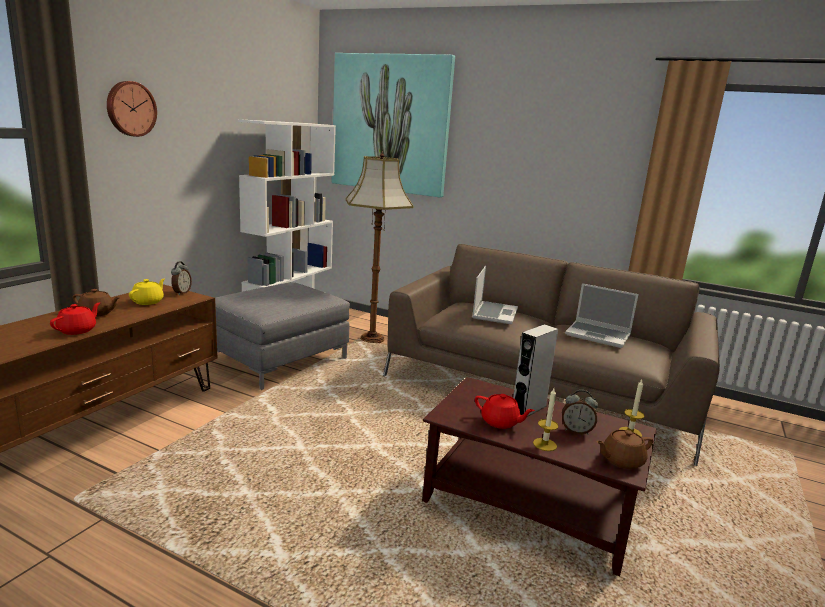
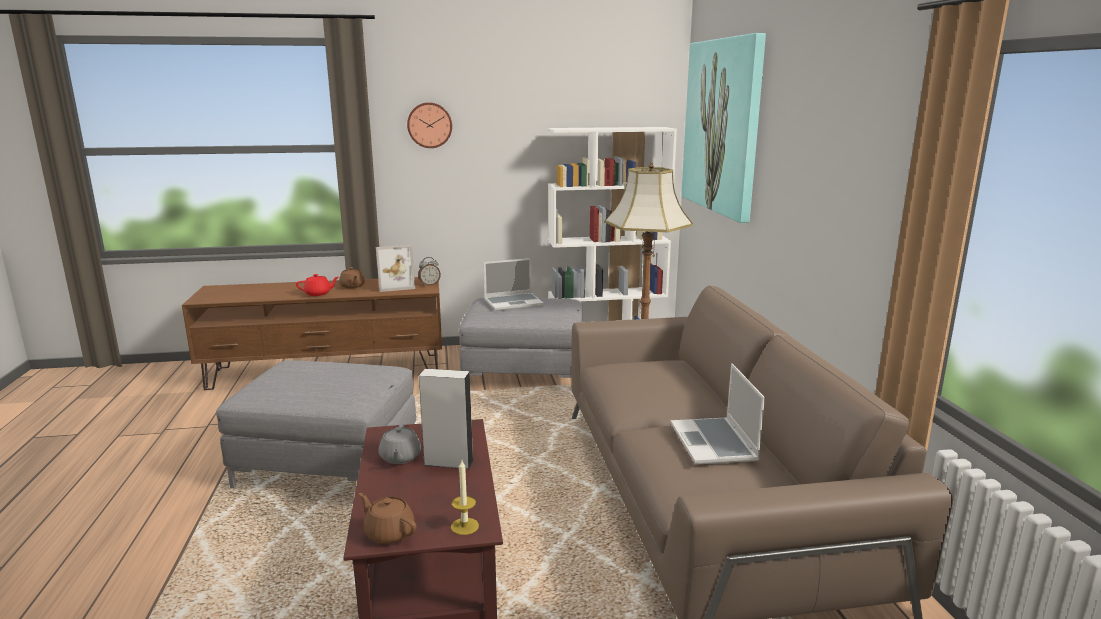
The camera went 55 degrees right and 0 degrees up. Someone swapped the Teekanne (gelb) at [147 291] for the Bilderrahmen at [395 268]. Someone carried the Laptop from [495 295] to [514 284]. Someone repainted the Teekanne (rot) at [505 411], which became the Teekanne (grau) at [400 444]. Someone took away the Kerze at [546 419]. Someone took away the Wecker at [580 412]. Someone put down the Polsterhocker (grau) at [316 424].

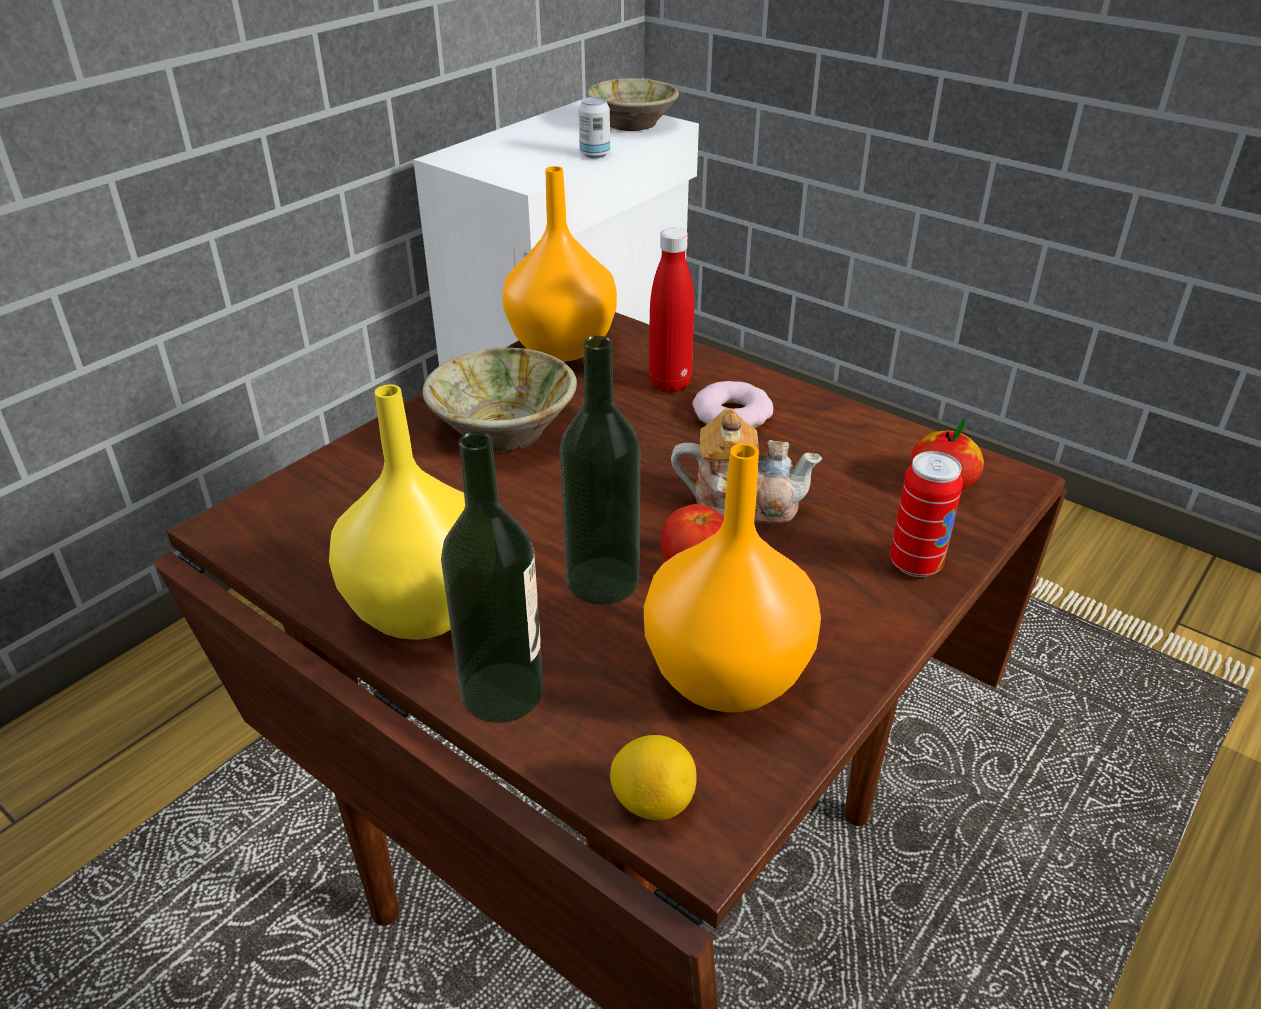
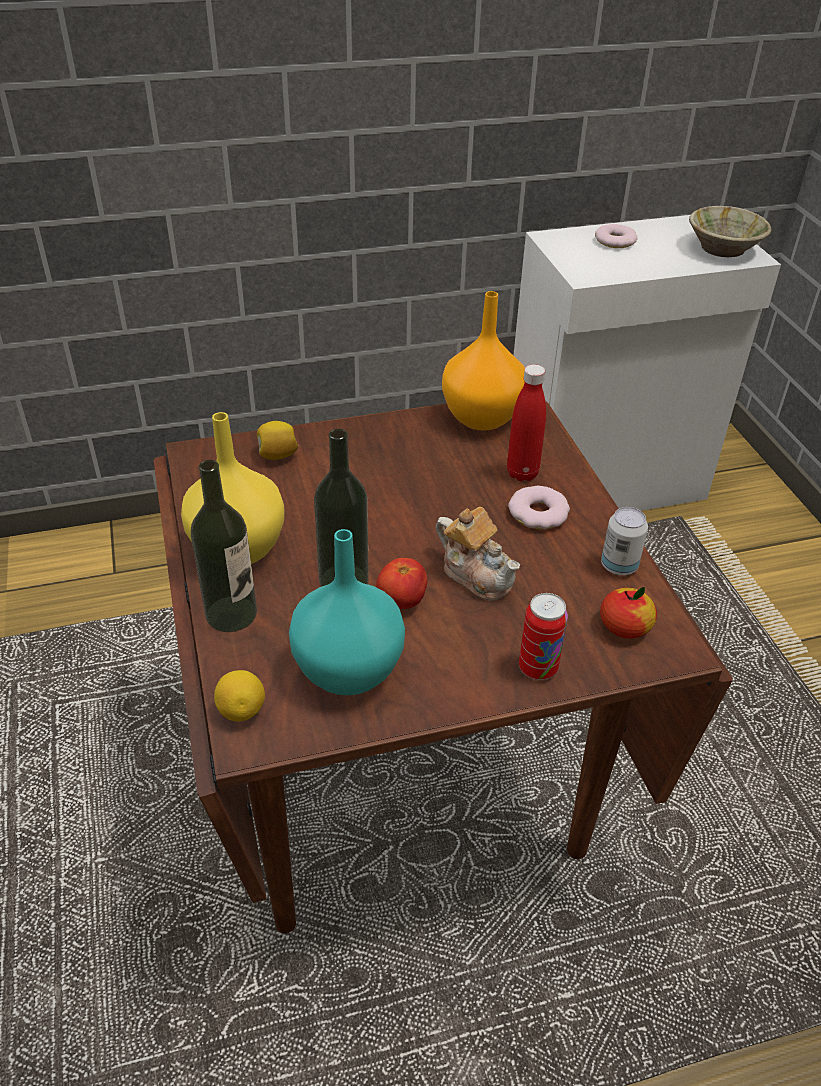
The camera went 35 degrees right and 5 degrees up. Someone took away the Schüssel (beige) at [499 400]. Someone carried the Dose from [594 128] to [624 541]. Someone repainted the Vase (orange) at [732 578], which became the Vase (türkis) at [347 612]. Someone put down the Zitrone at [278 440]. Someone put down the Donut at [616 236].

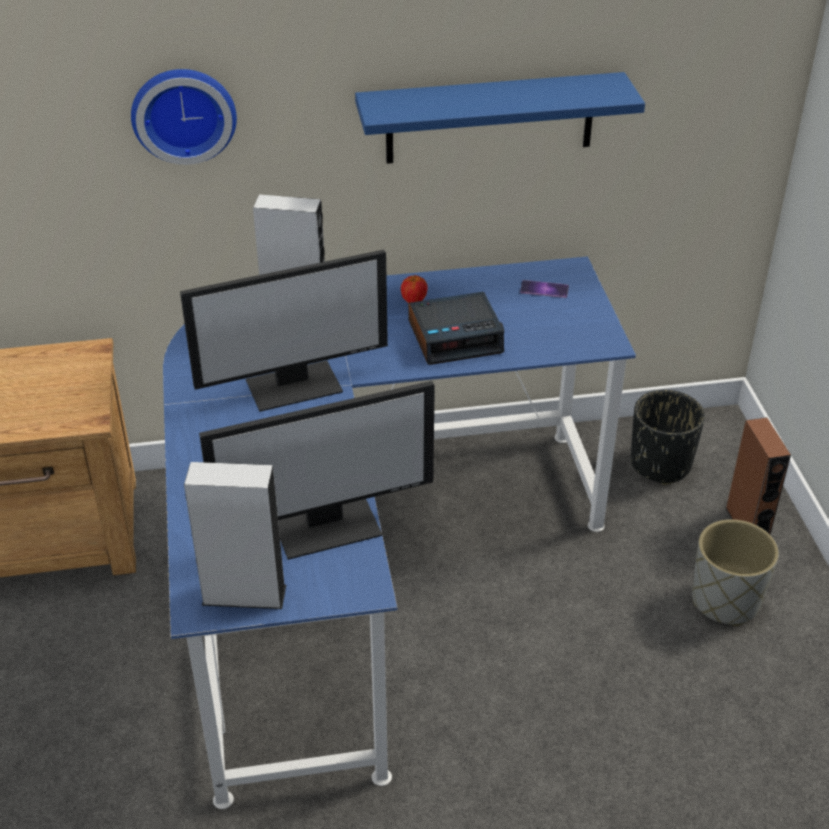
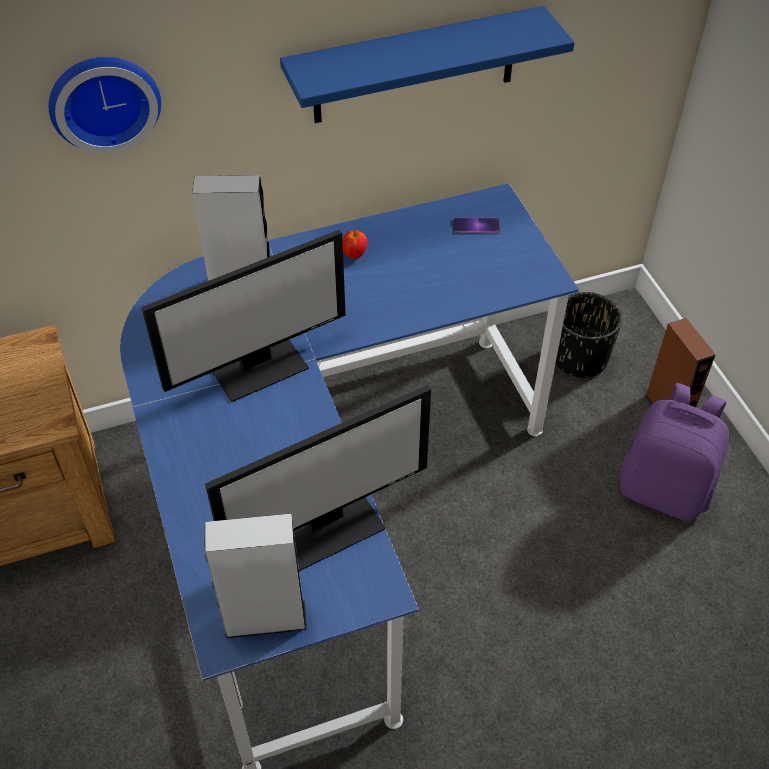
The camera went 10 degrees left and 10 degrees up. Someone took away the Wecker at [456 328]. Someone swapped the Pflanzkübel (grau) at [735 572] for the Rucksack (lila) at [674 452].

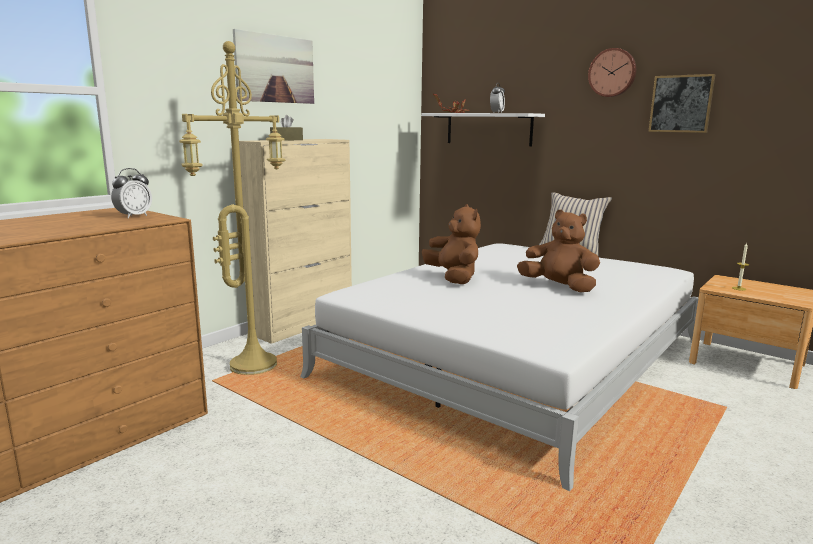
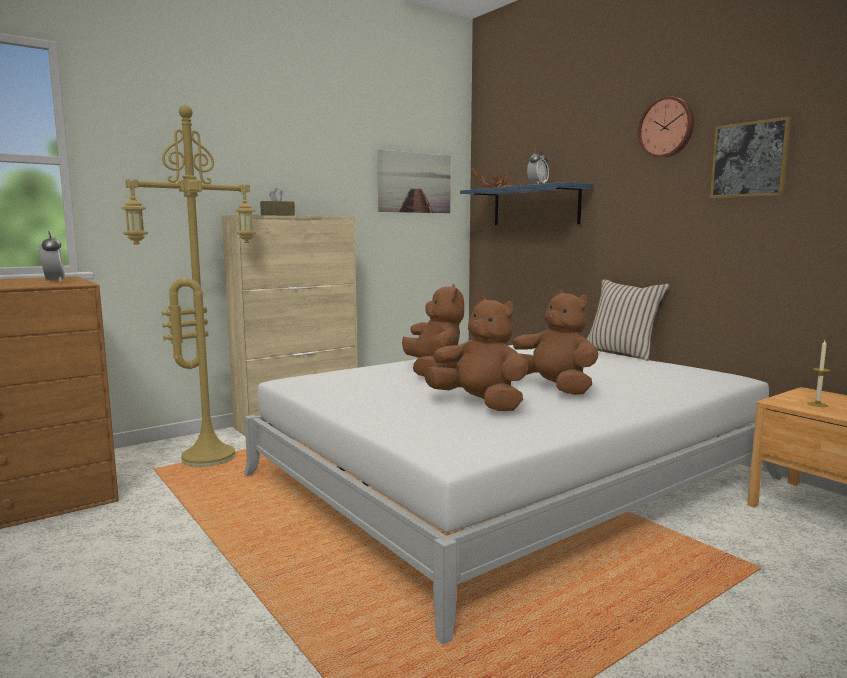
The camera went 15 degrees right and 5 degrees down. Someone rotated the Wecker at [131 193] by 75 degrees counterclockwise. Someone carried the Bild from [273 66] to [414 181]. Someone repainted the Wandregal (weiß) at [483 129], which became the Wandregal (blau) at [527 203]. Someone put down the Plüschtier (braun) at [476 354].

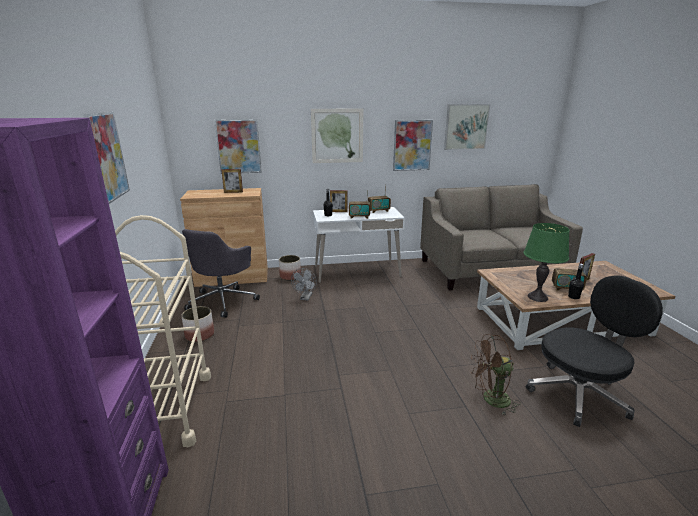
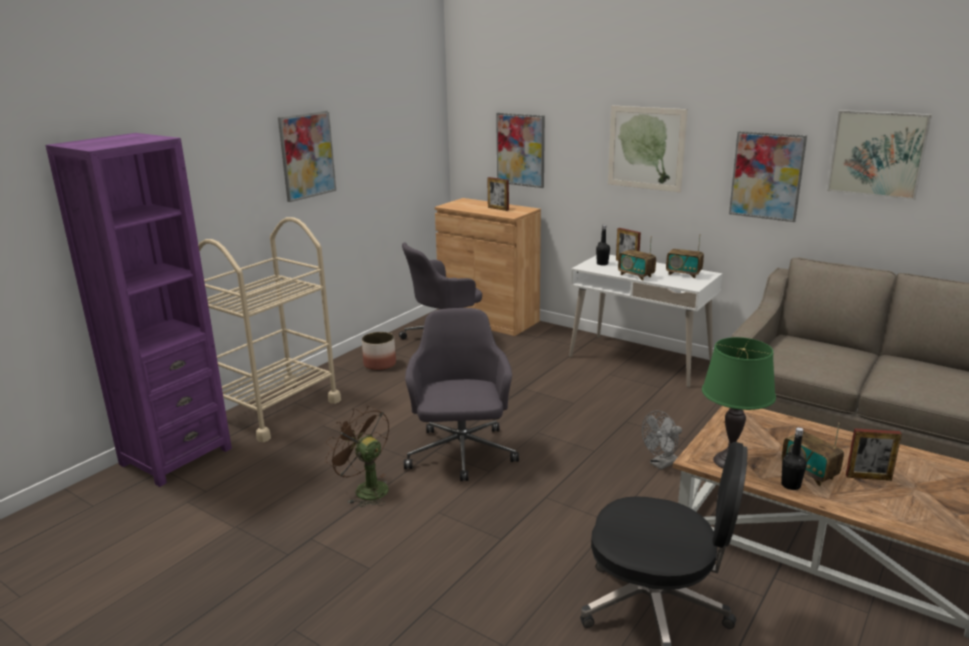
The camera went 45 degrees right and 0 degrees up. Someone took away the Pflanzkübel at [290 267]. Someone carried the Ventilator (grau) from [304 284] to [662 440]. Someone carried the Ventilator (braun) from [496 374] to [357 456]. Someone put down the Bürostuhl (grau) at [461 394].

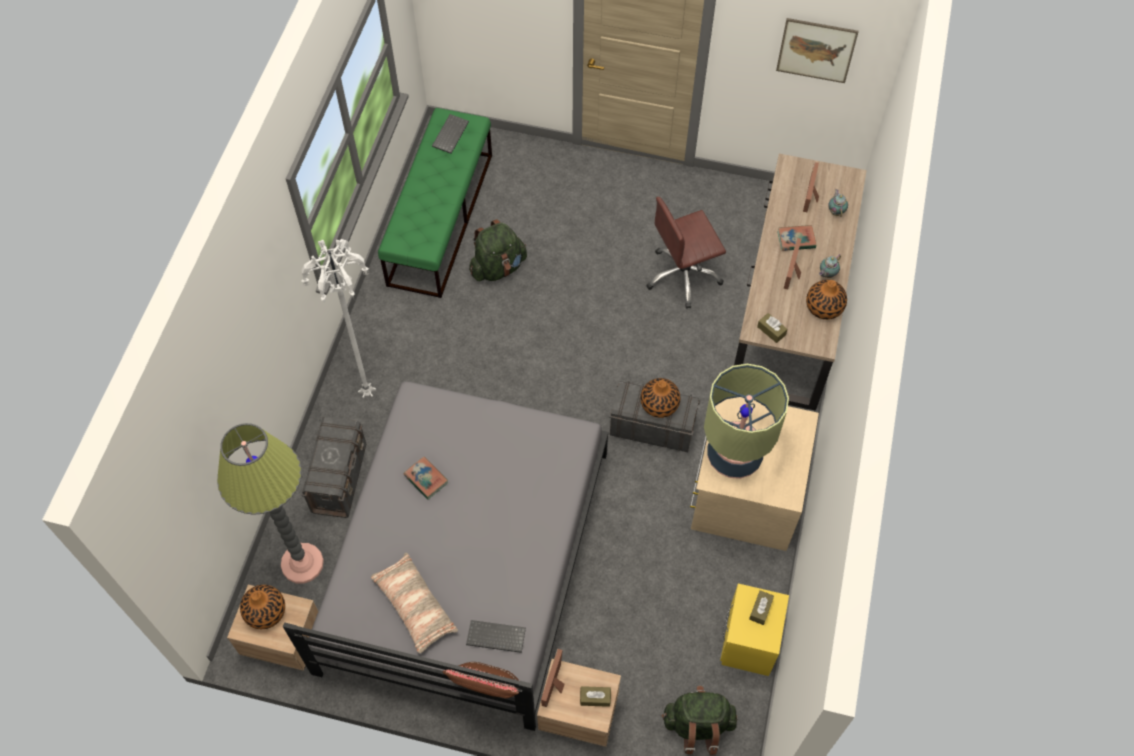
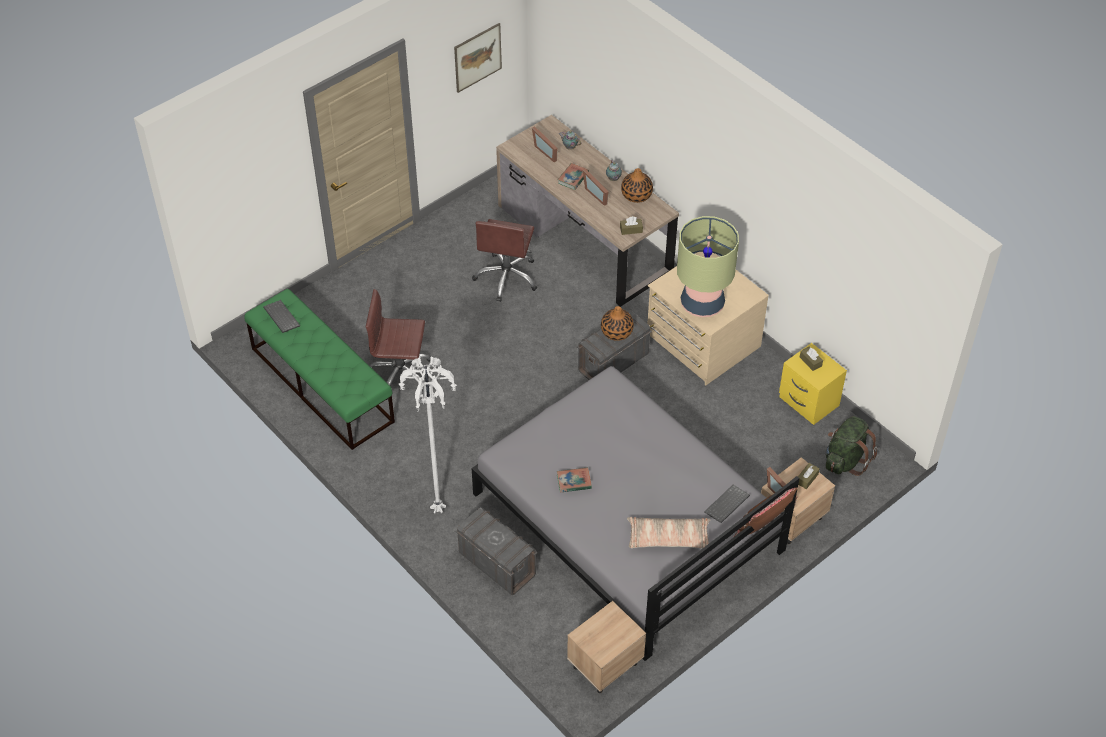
The camera went 55 degrees left and 10 degrees down. Someone took away the Stehlampe at [270 503]. Someone took away the Vase at [262 607]. Someone swapped the Rucksack (grün) at [498 250] for the Bürostuhl (braun) at [398 340].

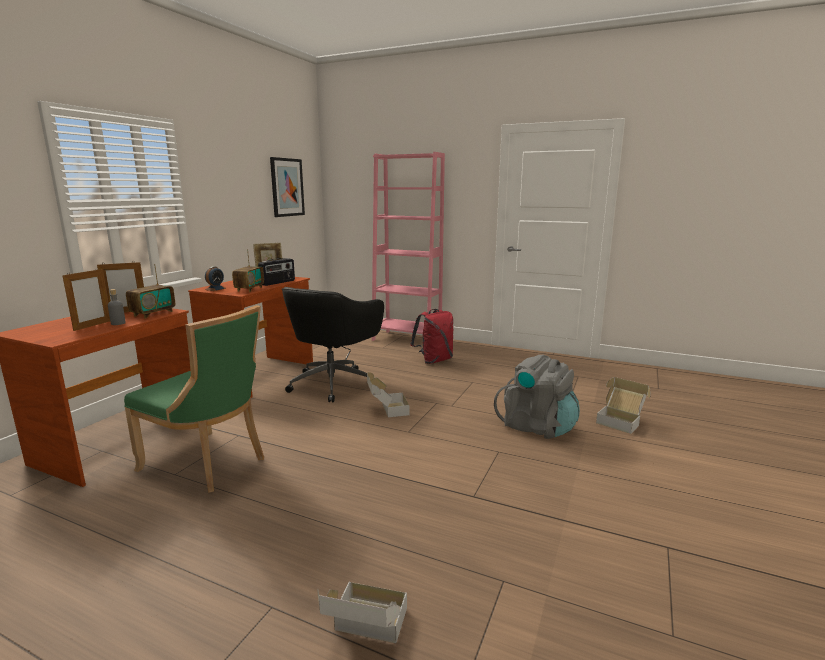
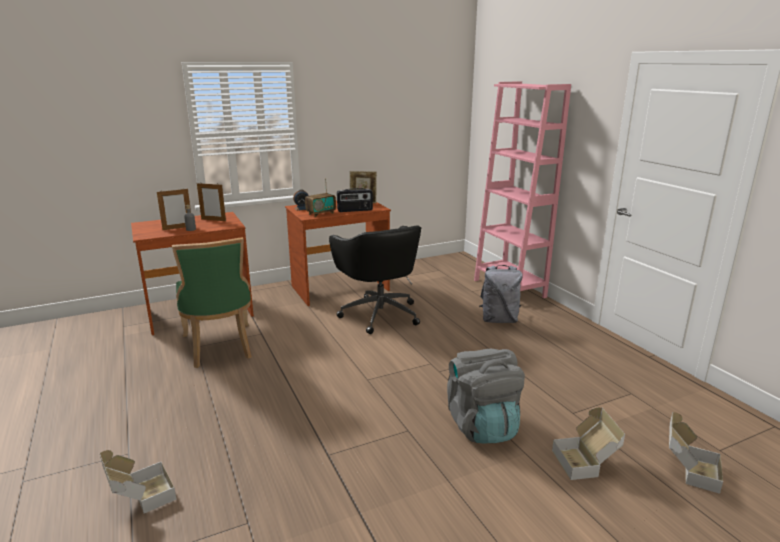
The camera went 40 degrees right and 5 degrees up. Someone took away the Radio at [150 291]. Someone took away the Bild at [287 187]. Someone rotated the Bürostuhl (schwarz) at [333 344] by 90 degrees counterclockwise. Someone carried the Karton from [388 394] to [696 453]. Someone repainted the Rucksack (rot) at [431 336], which became the Rucksack (grau) at [501 294].

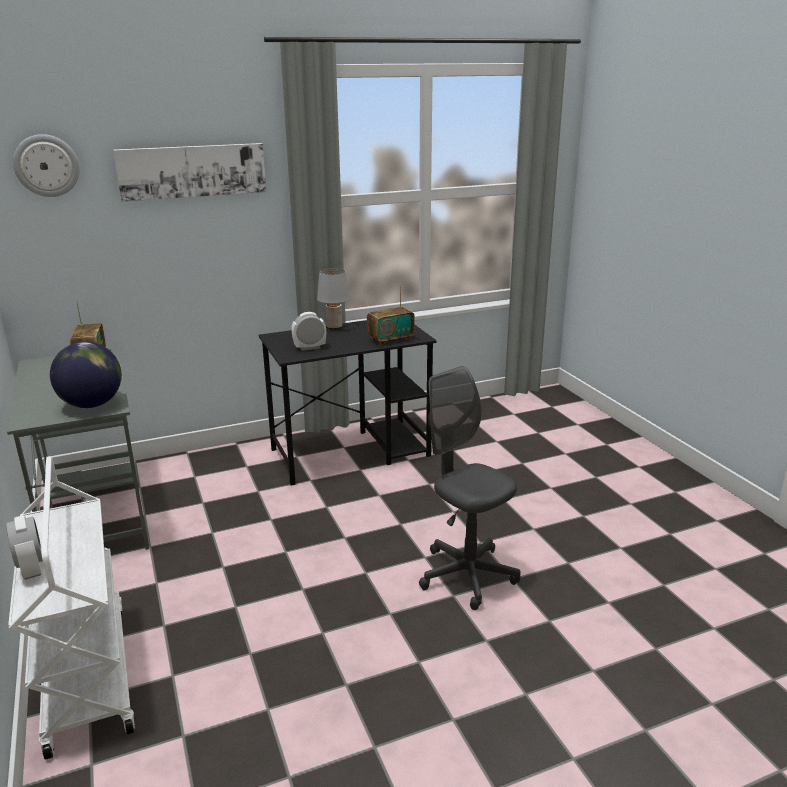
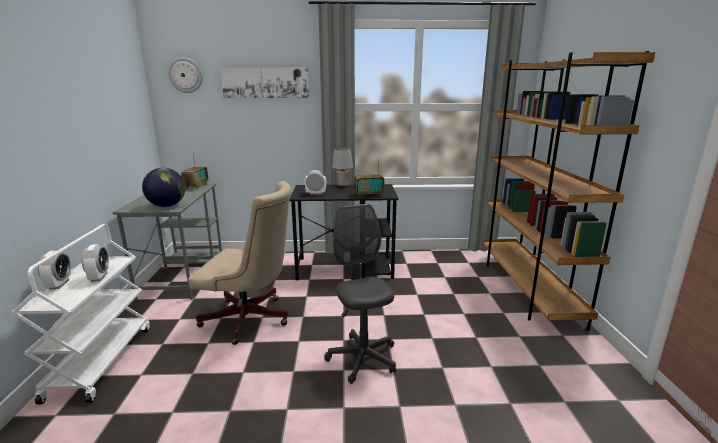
The camera went 20 degrees right and 5 degrees down. Someone put down the Wecker at [95 263]. Someone put down the Bürostuhl (beige) at [240 263]. Someone put down the Bücherregal (braun) at [569 191].

